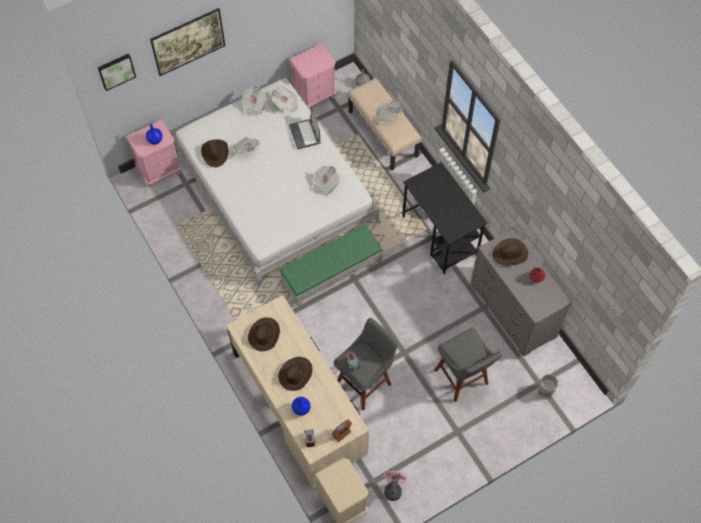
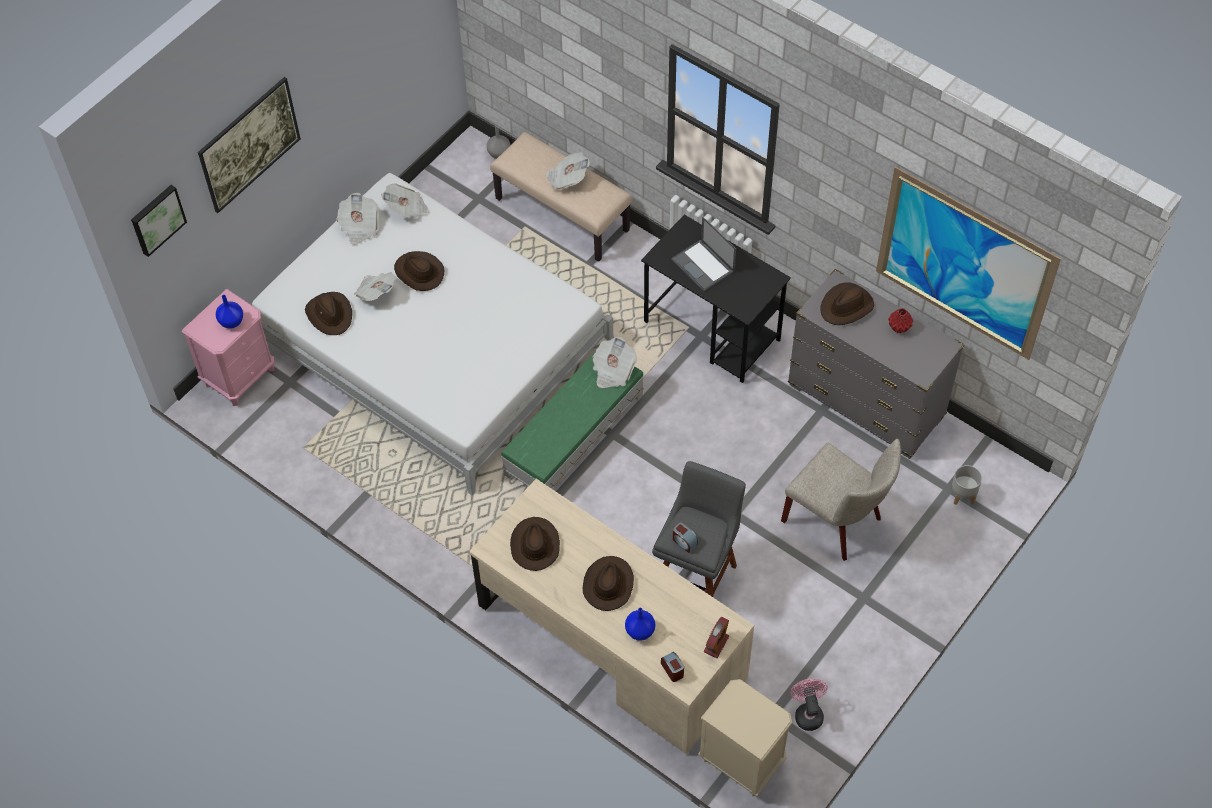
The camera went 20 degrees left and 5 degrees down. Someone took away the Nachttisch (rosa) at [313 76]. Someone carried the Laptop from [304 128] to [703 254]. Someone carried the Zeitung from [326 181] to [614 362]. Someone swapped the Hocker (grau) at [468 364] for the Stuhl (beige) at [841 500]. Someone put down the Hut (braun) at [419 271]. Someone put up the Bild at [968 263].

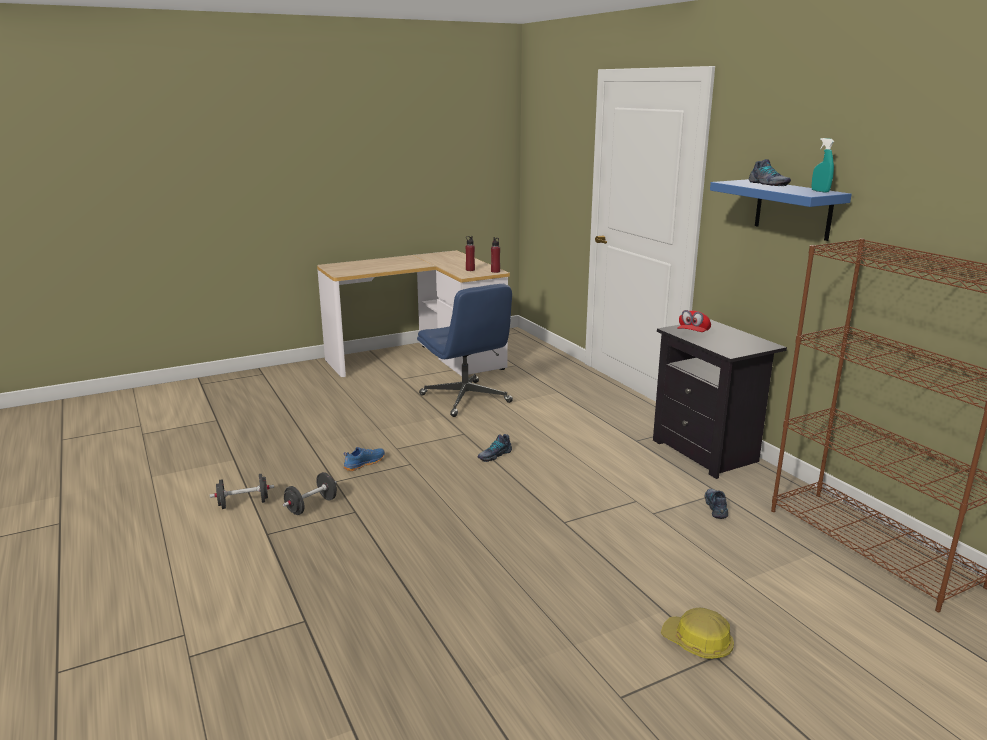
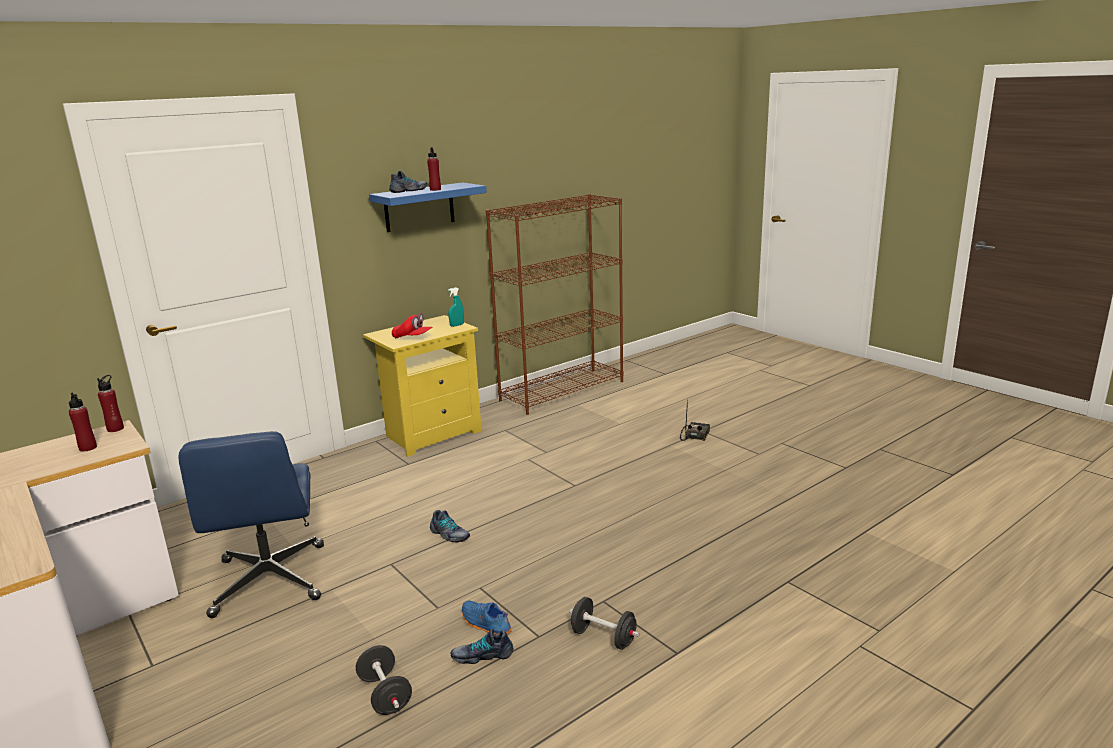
The camera went 100 degrees left and 0 degrees up. Someone carried the Hantel (schwarz) from [242 491] to [384 680]. Someone rotated the Bürostuhl (blau) at [465 350] by 120 degrees clockwise. Someone repainted the Nachttisch (schwarz) at [720 399], which became the Nachttisch (gelb) at [422 386]. Someone swapped the Schutzhelm at [697 633] for the Radio at [695 420]. Someone carried the Schuh from [716 504] to [482 646]. Someone carried the Sprühflasche (türkis) from [823 165] to [456 307]. Someone put down the Flasche (rot) at [434 169].

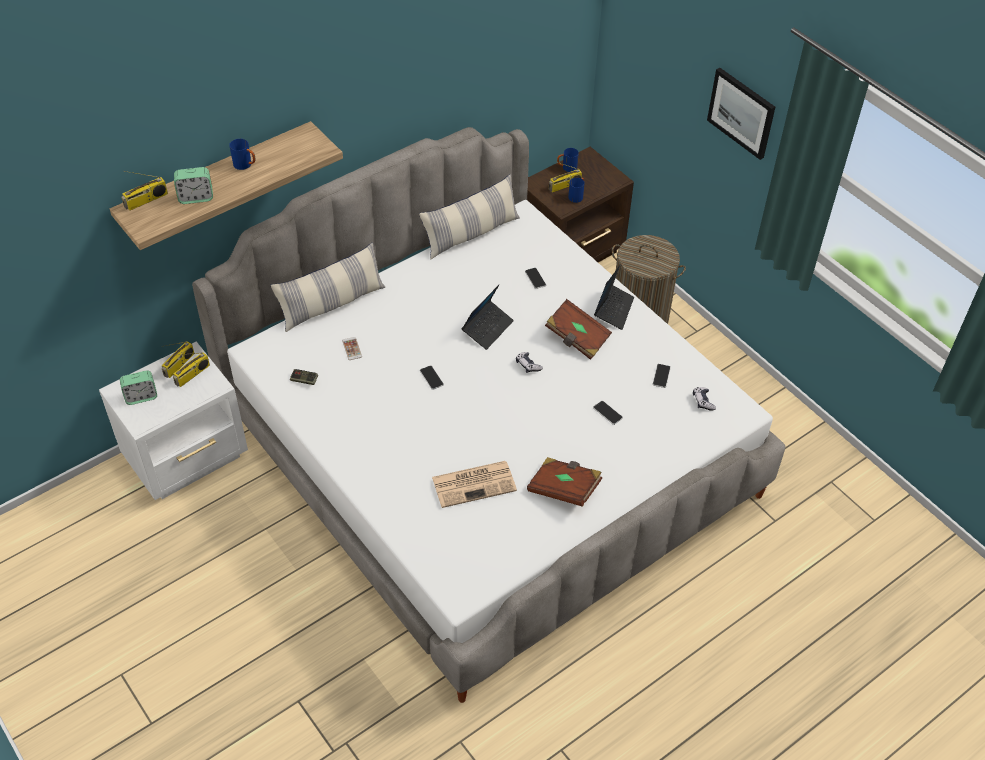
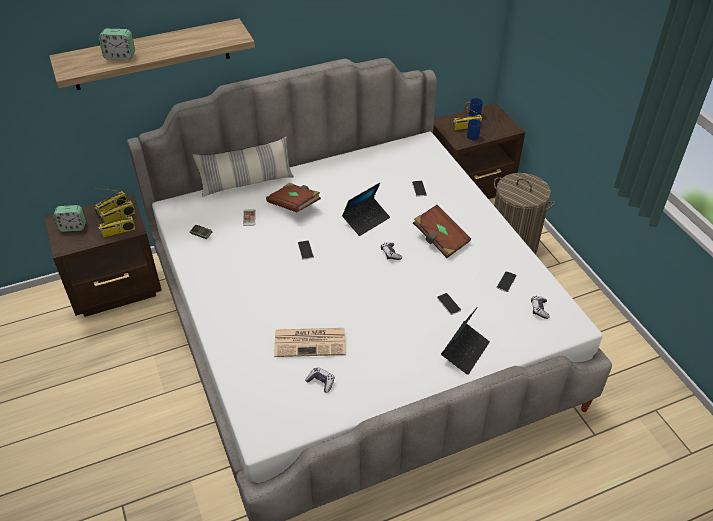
The camera went 15 degrees right and 5 degrees down. Someone repainted the Nachttisch (weiß) at [173 420], which became the Nachttisch (braun) at [103 255]. Someone carried the Radio from [144 191] to [117 223]. Someone took away the Henkelbecher (blau) at [242 154]. Someone took away the Kissen at [469 216]. Someone carried the Buch (braun) from [564 482] to [293 198]. Someone carried the Laptop from [614 297] to [465 341]. Someone took away the Bild at [741 114]. Someone put down the Gamepad at [319 380].

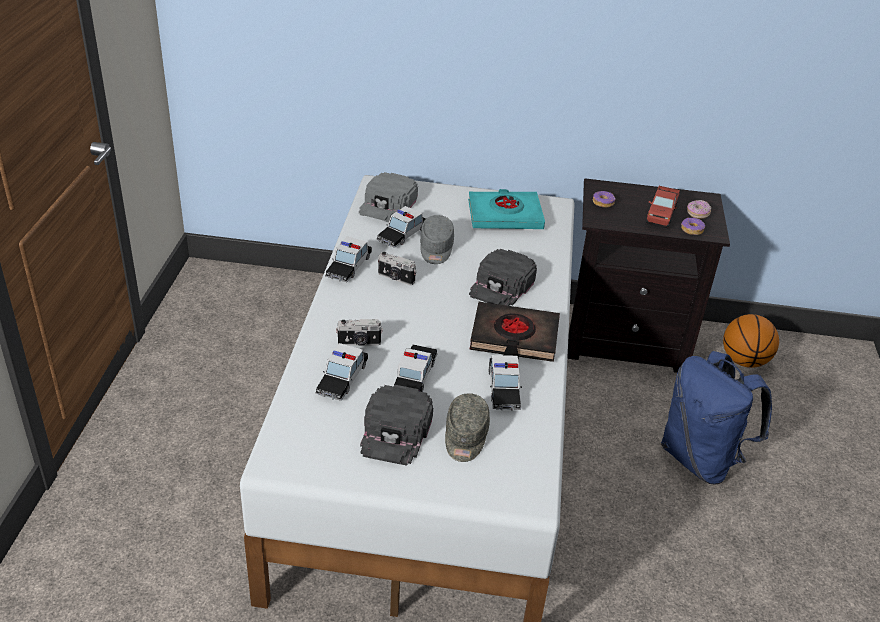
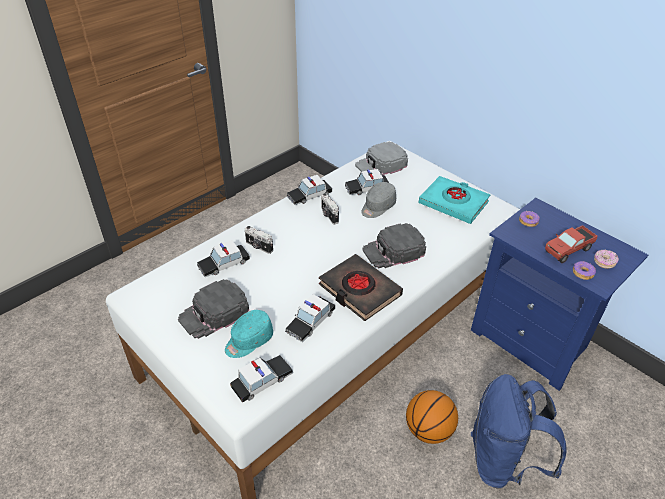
The camera went 40 degrees right and 5 degrees up. Someone carried the Spielzeugauto from [416 368] to [261 379]. Someone repainted the Kappe (grau) at [467 427], which became the Kappe (türkis) at [249 334]. Someone repainted the Nachttisch (schwarz) at [648 275], which became the Nachttisch (blau) at [559 294]. Someone carried the Basketball from [751 341] to [432 417].

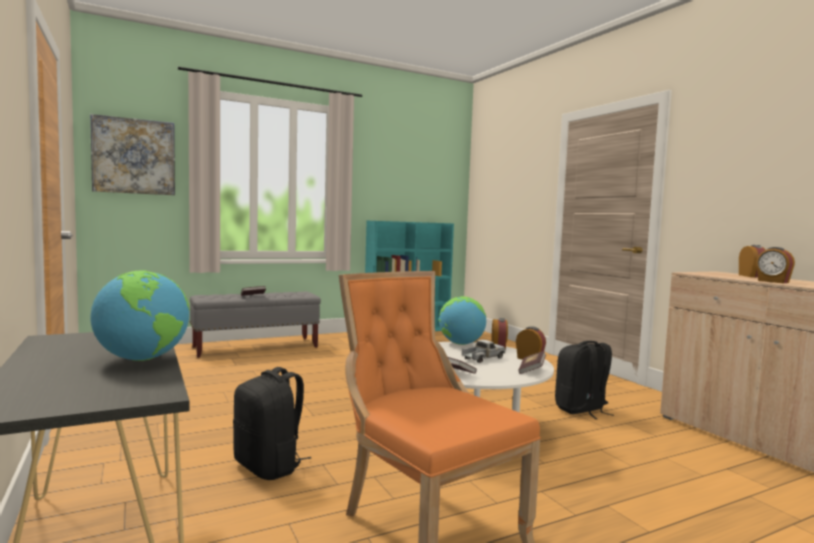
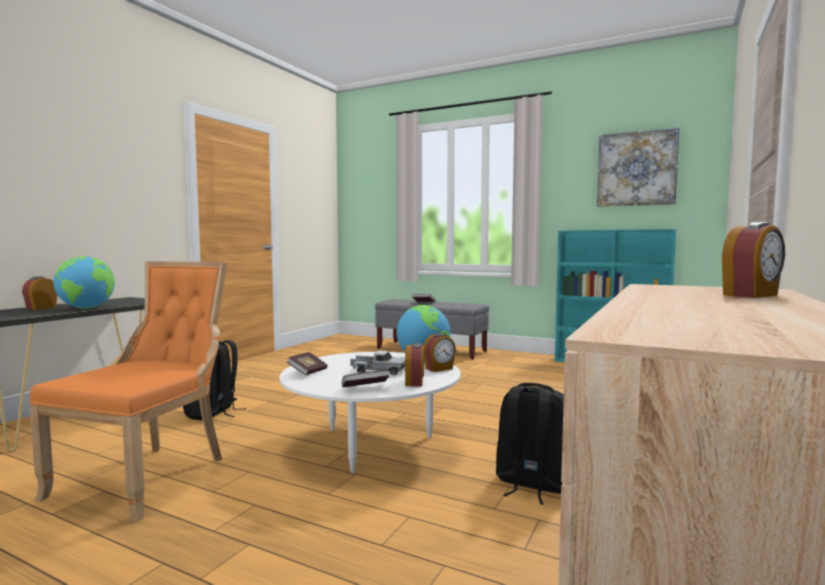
The camera went 55 degrees right and 0 degrees up. Someone carried the Bild from [132 154] to [638 167]. Someone carried the Wecker from [775 265] to [39 293].

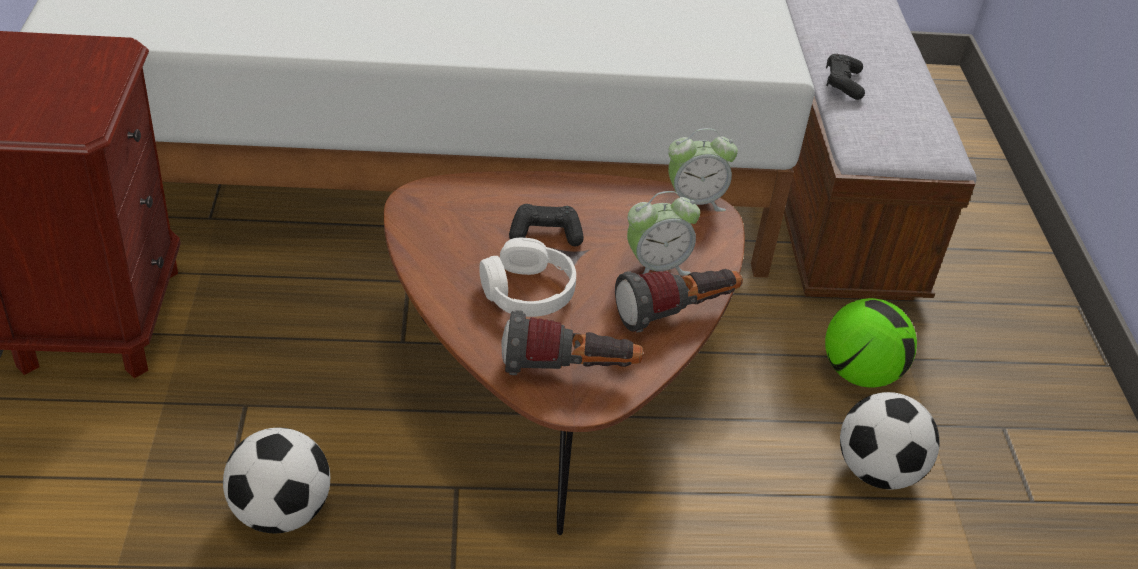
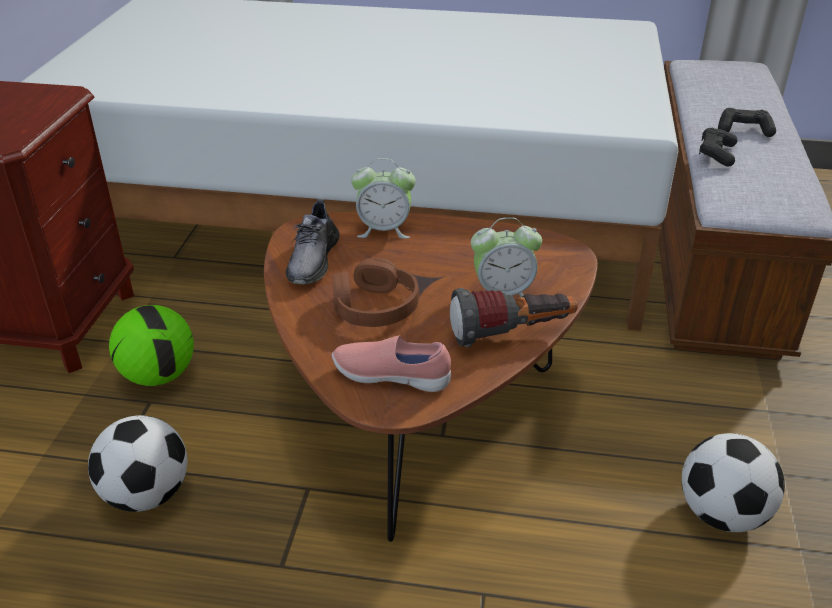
The camera went 15 degrees right and 5 degrees down. Someone repainted the Kopfhörer (weiß) at [527 277], which became the Kopfhörer (braun) at [375 292]. Someone swapped the Taschenlampe at [572 342] for the Schuh (rosa) at [391 364]. Someone carried the Gamepad (schwarz) from [546 225] to [747 122]. Someone carried the Wecker from [703 170] to [383 198]. Someone carried the Fußball from [871 343] to [151 345]. Someone put down the Schuh (grau) at [312 241].

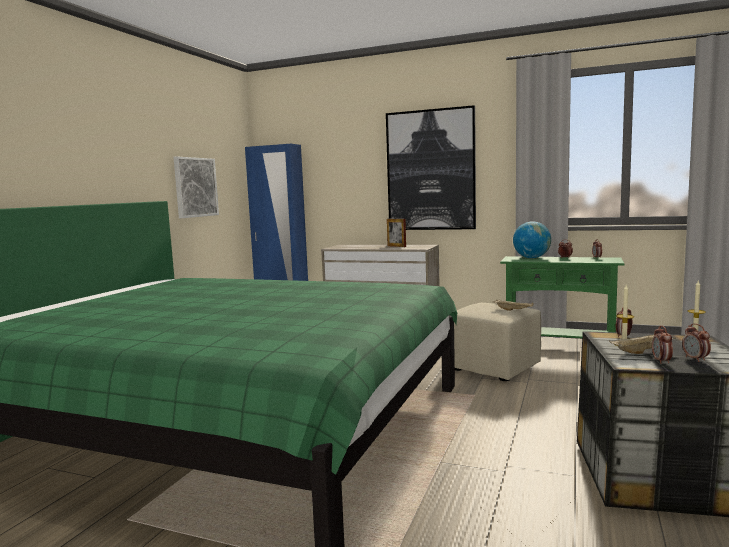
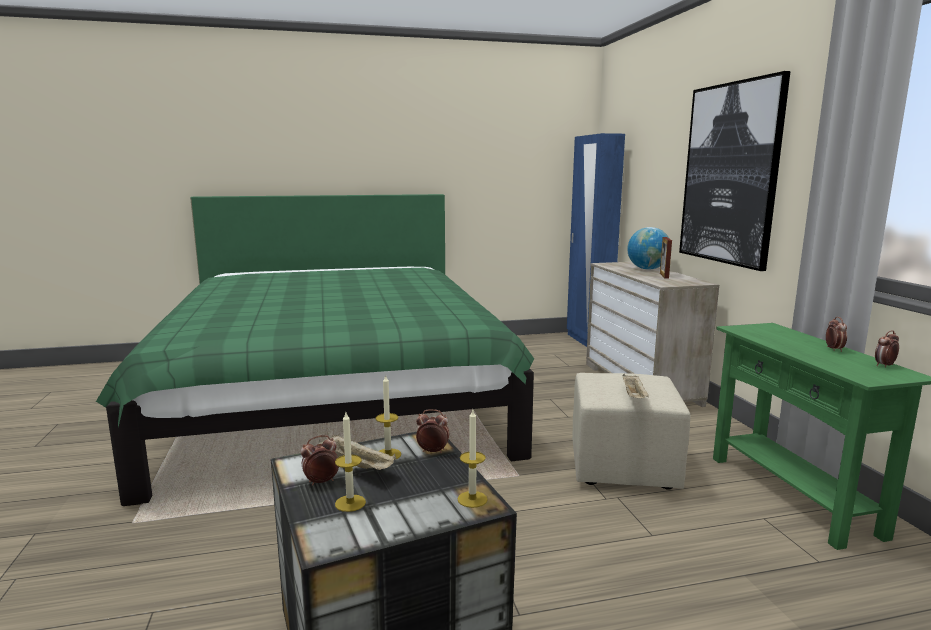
The camera went 55 degrees right and 5 degrees up. Someone took away the Bild at [196 187]. Someone carried the Globus from [532 240] to [649 248]. Someone swapped the Wecker at [696 342] for the Kerze at [350 462].

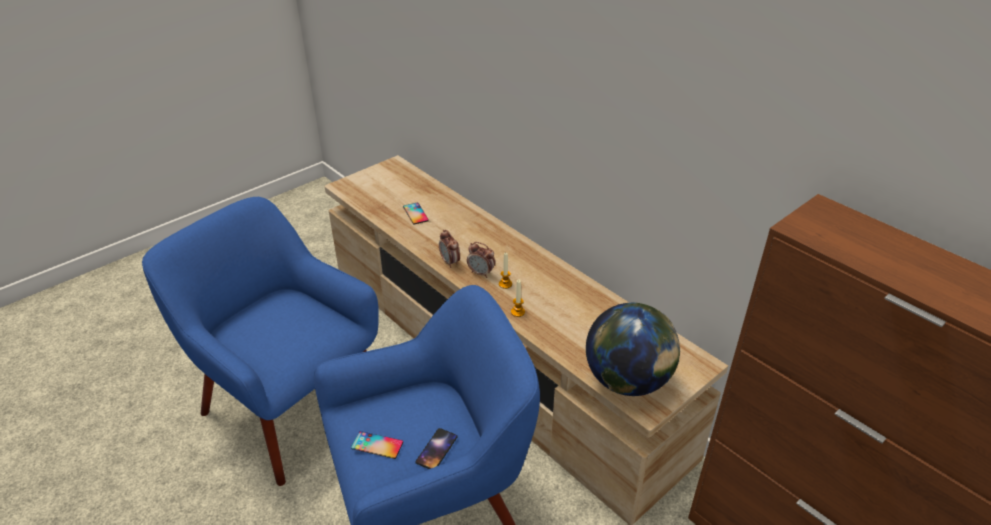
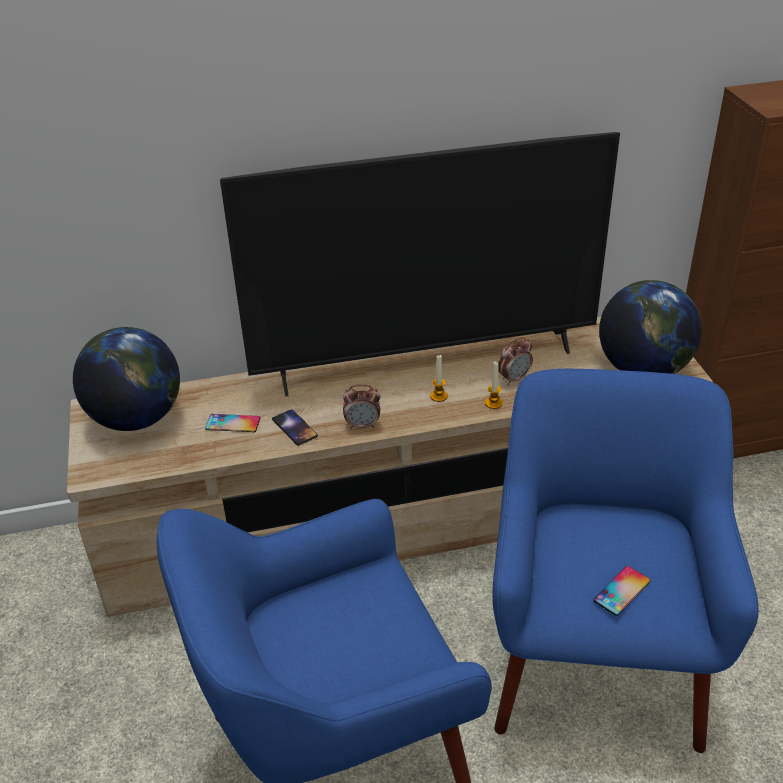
The camera went 60 degrees left and 0 degrees up. Someone carried the Handy from [436 448] to [295 427]. Someone carried the Wecker from [481 260] to [515 361]. Someone put down the Globus at [126 379]. Someone put down the Fernseher at [420 264].

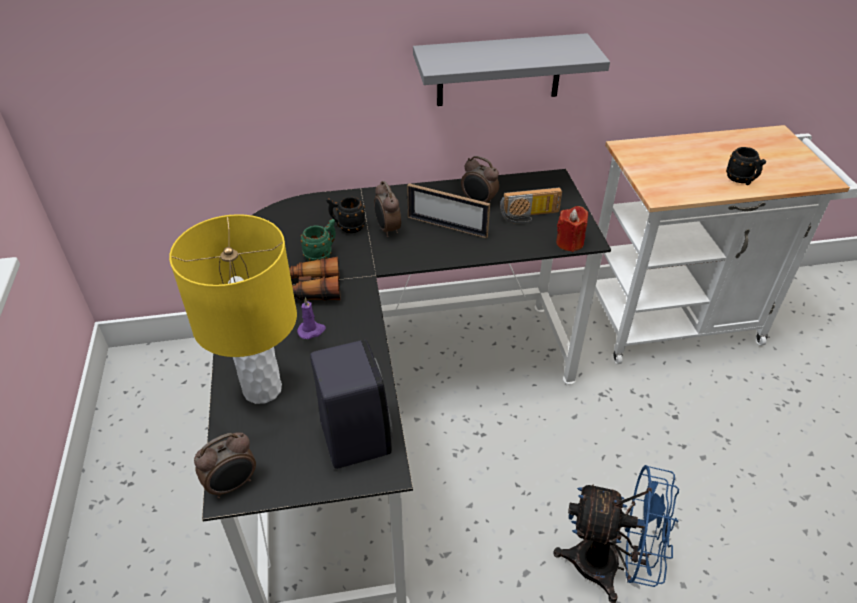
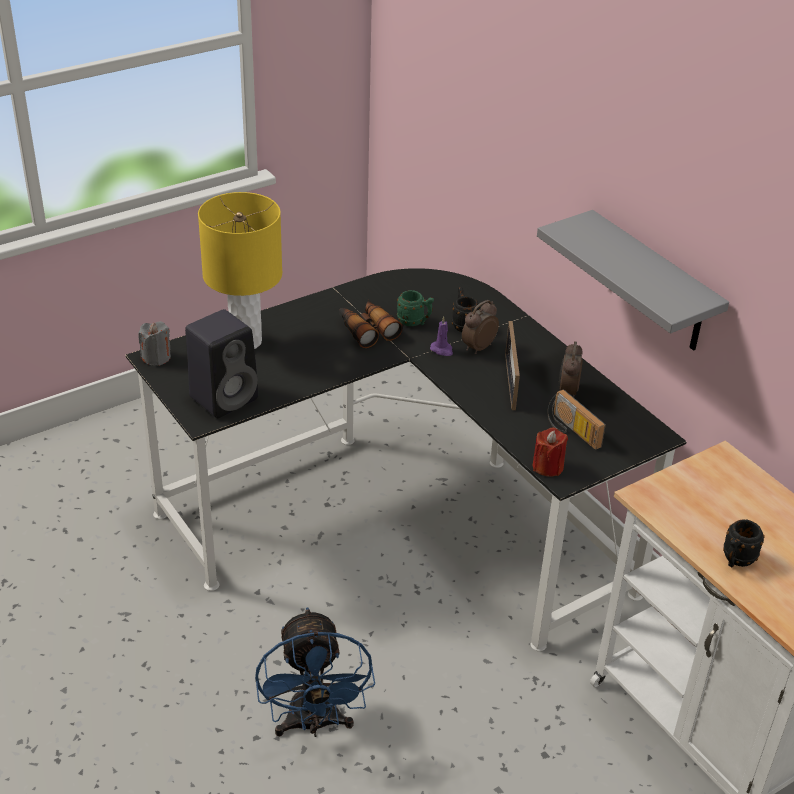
The camera went 65 degrees right and 5 degrees down. Someone swapped the Wecker at [225 465] for the Kerze (grau) at [154 343]. Someone carried the Kerze (lila) from [311 318] to [441 336].

